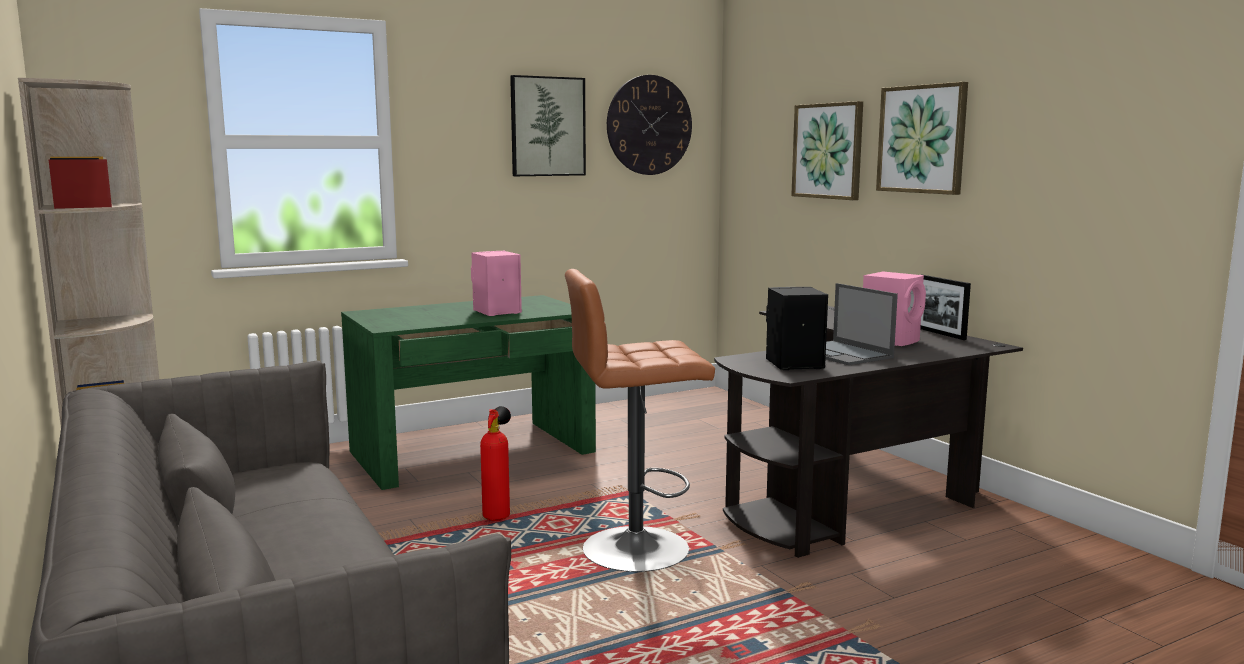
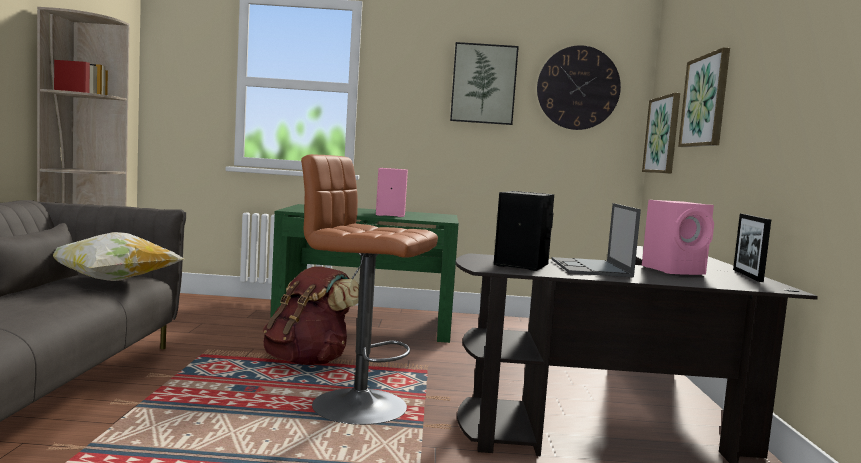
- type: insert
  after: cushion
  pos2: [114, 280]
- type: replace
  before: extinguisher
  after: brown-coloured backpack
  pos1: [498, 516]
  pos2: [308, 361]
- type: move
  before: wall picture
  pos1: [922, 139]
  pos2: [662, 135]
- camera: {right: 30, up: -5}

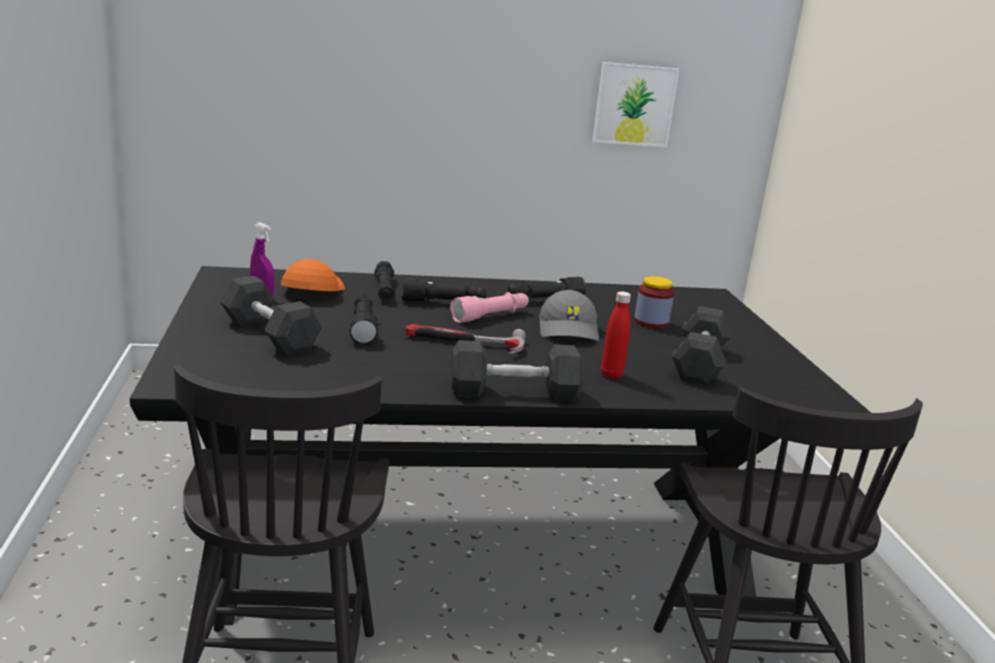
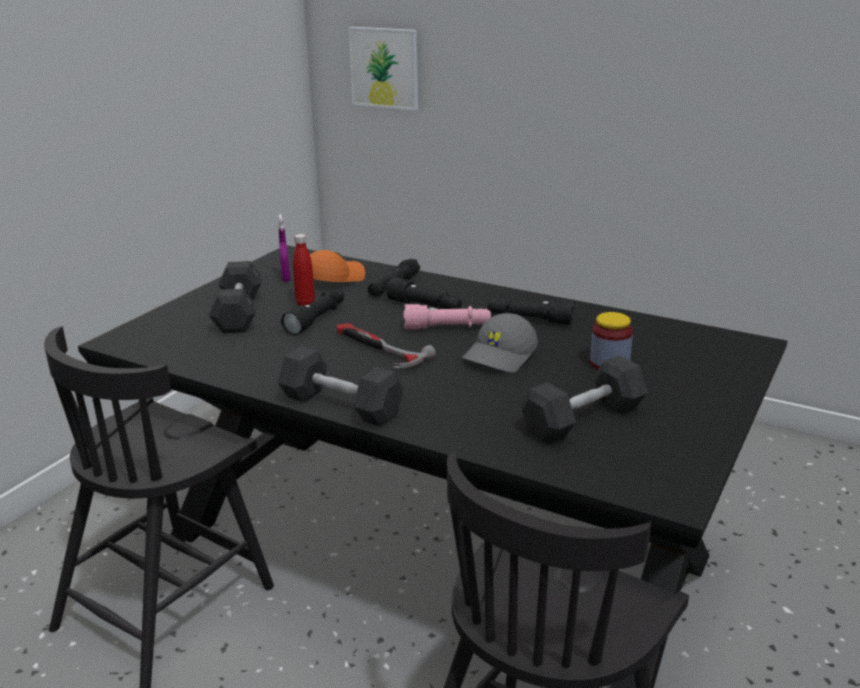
- type: move
  before: red drink bottle
  pos1: [611, 375]
  pos2: [305, 303]
- type: move
  before: wall picture
  pos1: [634, 105]
  pos2: [384, 68]
- camera: {right: 40, up: 5}

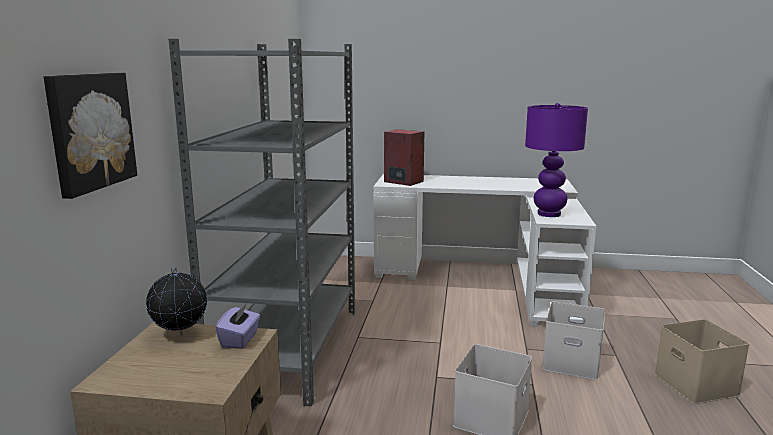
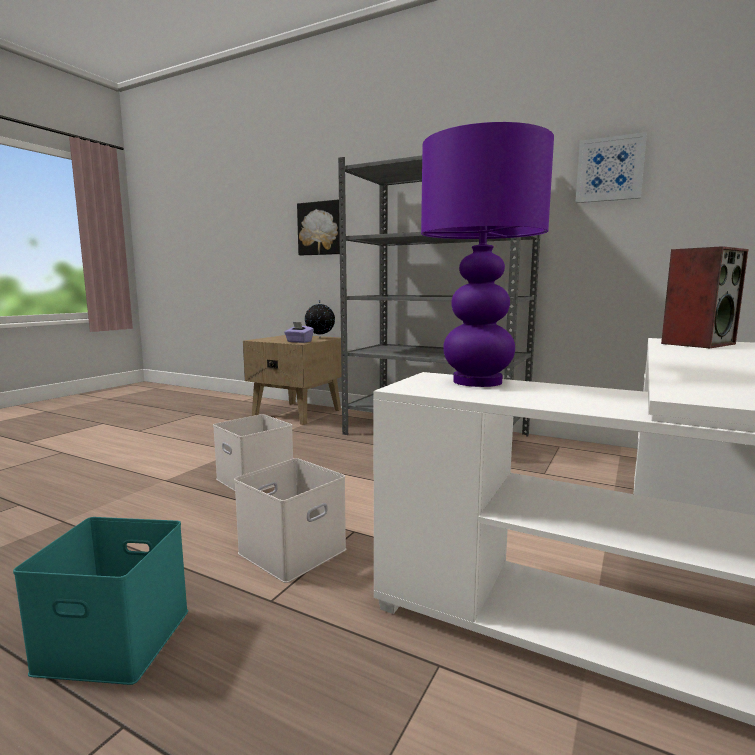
- type: recolor
  before: sand-coloured storage bin
  after: blue-green storage bin
  pos1: [698, 385]
  pos2: [111, 641]
- type: insert
  after: wall picture
  pos2: [610, 169]
- camera: {right: 110, up: -5}

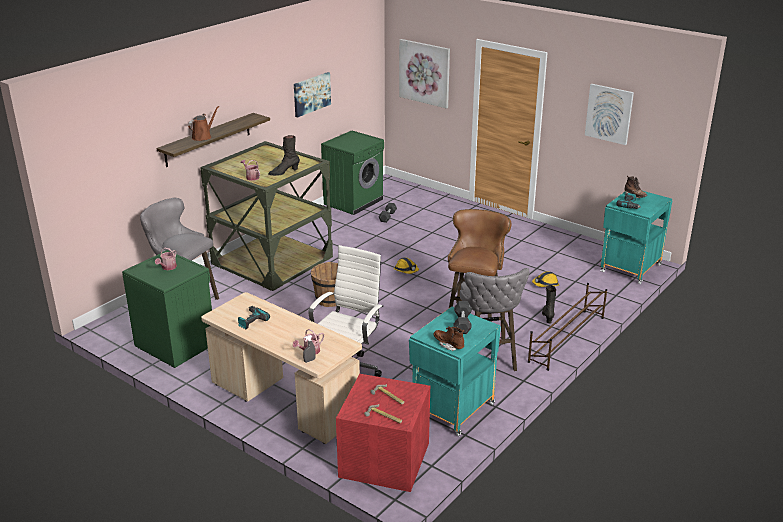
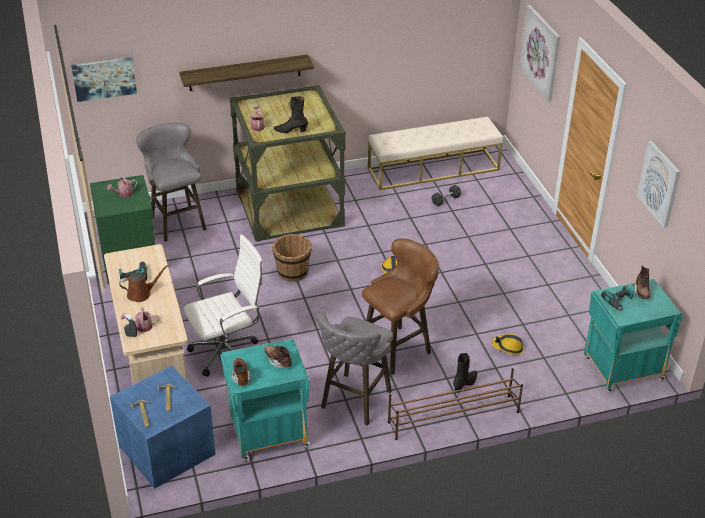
- type: move
  before: wall picture
  pos1: [311, 94]
  pos2: [104, 78]
- type: recolor
  before: red storage bin
  after: blue-coloured storage bin
  pos1: [383, 460]
  pos2: [165, 449]
- type: move
  before: brown-coloured watering pot
  pos1: [203, 136]
  pos2: [141, 294]
- type: replace
  before: gray hand weight
  after: brown-coloured high-top boot
  pos1: [462, 323]
  pos2: [278, 361]
- type: replace
  before: greenish washing machine
  after: sand-coloured long seat
  pos1: [354, 202]
  pos2: [433, 169]
- camera: {right: 35, up: 10}

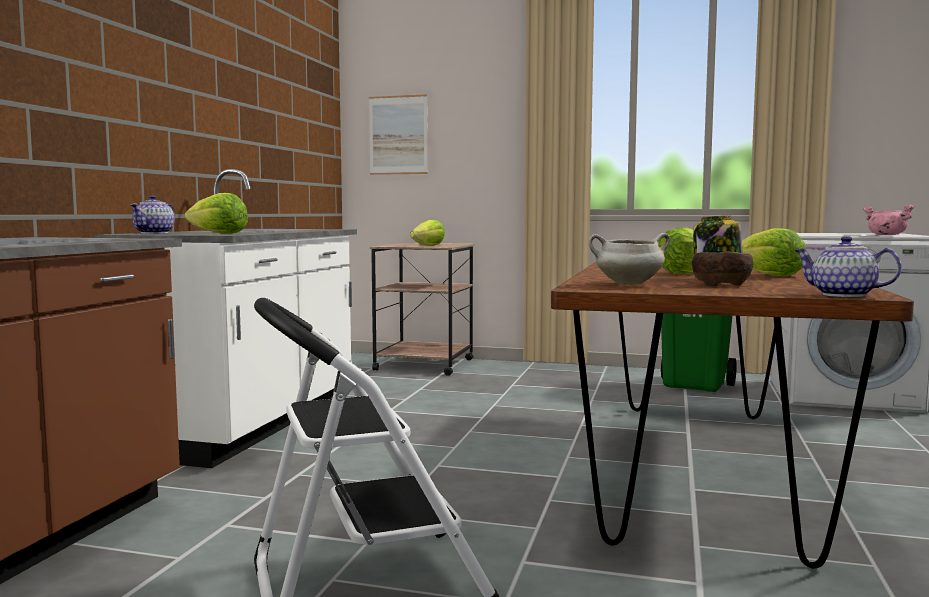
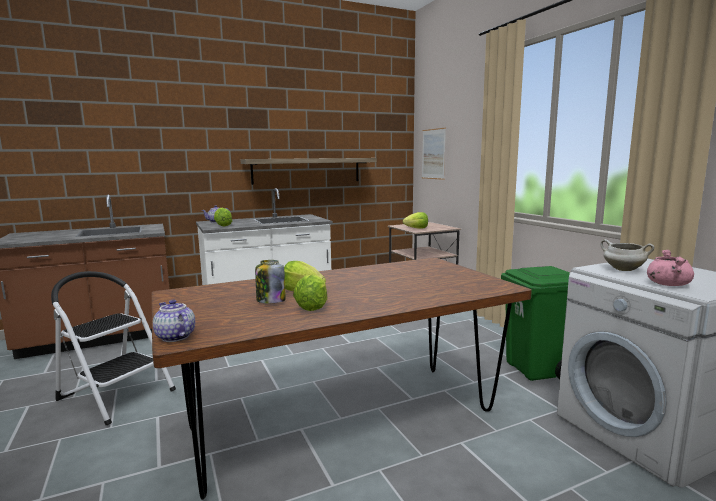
- type: rotate
  before: tea pot
  pos1: [842, 295]
  pos2: [174, 337]
  turn: -45
- type: insert
  after: shelf
  pos2: [307, 170]
- type: move
  before: white cooking pot
  pos1: [628, 284]
  pos2: [623, 270]
- type: delete
  before: brown-coloured bowl
  pos1: [720, 284]
- camera: {right: 50, up: 5}

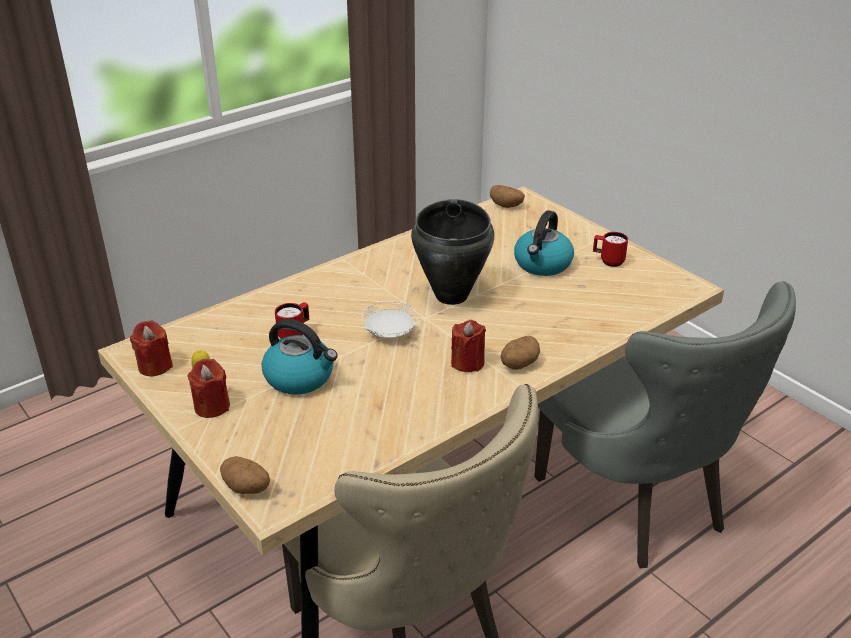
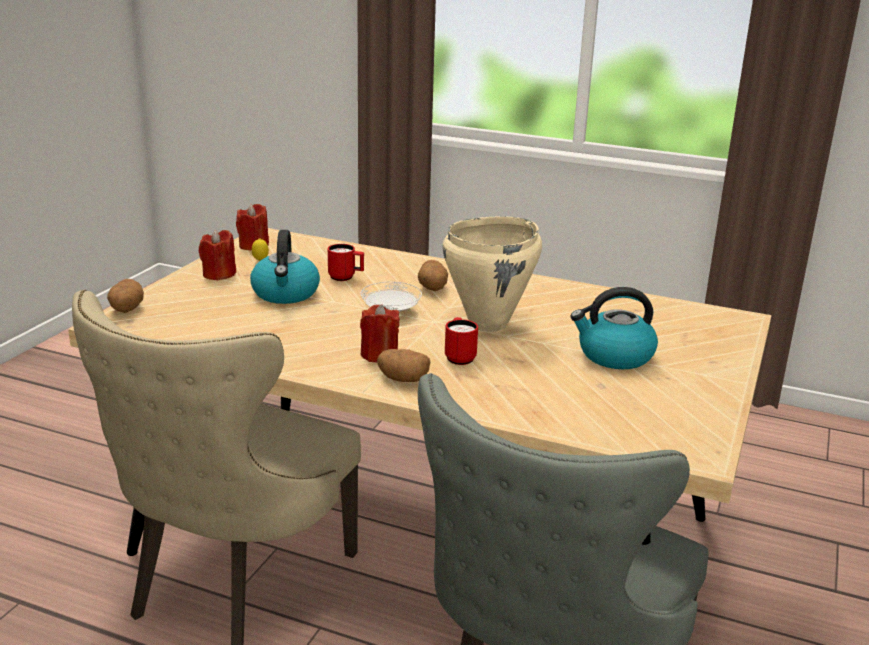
- type: move
  before: spud
  pos1: [506, 206]
  pos2: [432, 288]
- type: recolor
  before: black cooking pot
  after: sand-coloured cooking pot
  pos1: [452, 295]
  pos2: [489, 324]
- type: move
  before: red tea mug
  pos1: [608, 261]
  pos2: [459, 357]
- camera: {right: 60, up: -10}

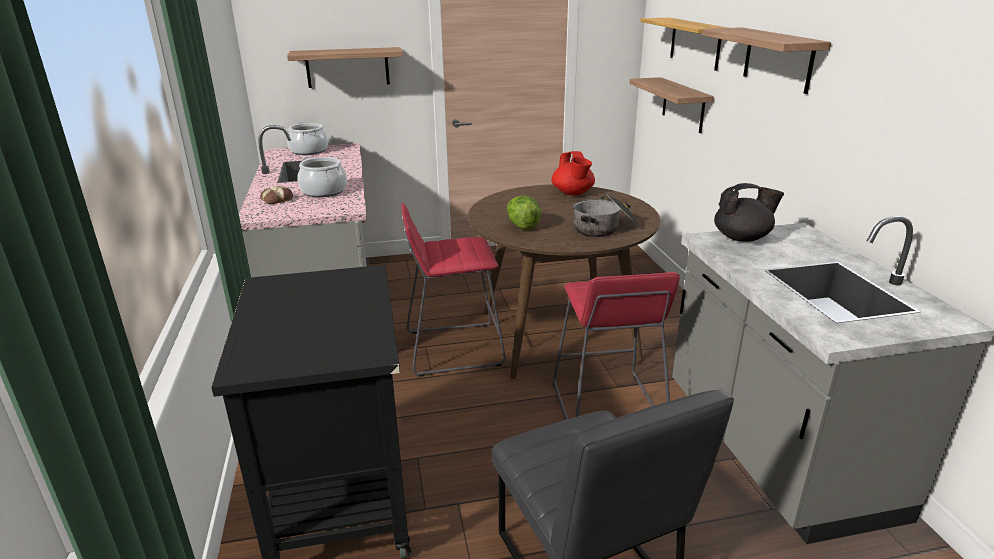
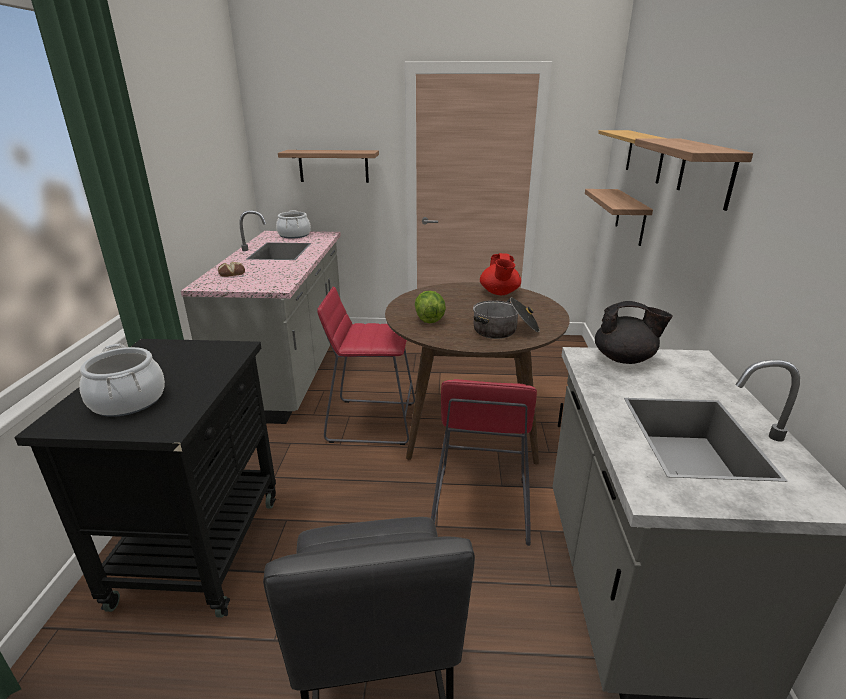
- type: move
  before: cooking pot
  pos1: [323, 191]
  pos2: [128, 401]
- camera: {right: 15, up: 0}

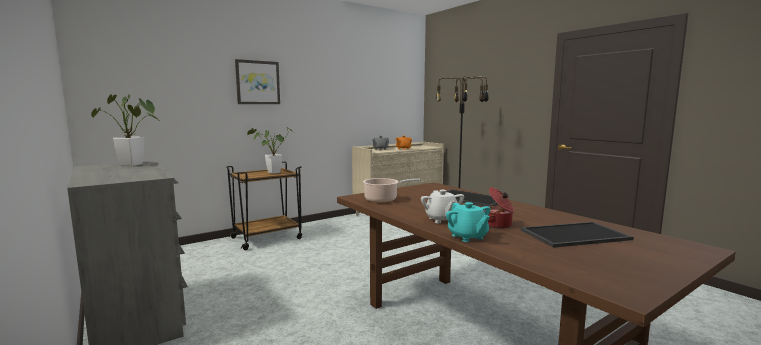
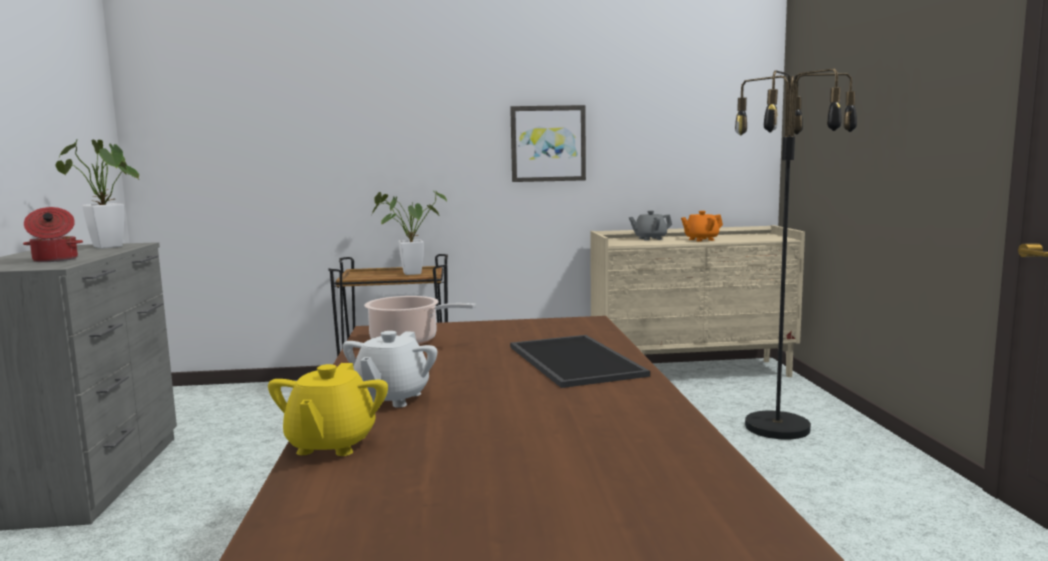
- type: move
  before: cooking pot
  pos1: [498, 225]
  pos2: [54, 260]
- type: recolor
  before: blue-green tea pot
  after: yellow tea pot
  pos1: [467, 237]
  pos2: [331, 444]
- type: move
  before: wall picture
  pos1: [257, 82]
  pos2: [548, 143]
- type: delete
  before: serving tray
  pos1: [574, 235]
- camera: {right: 30, up: 0}

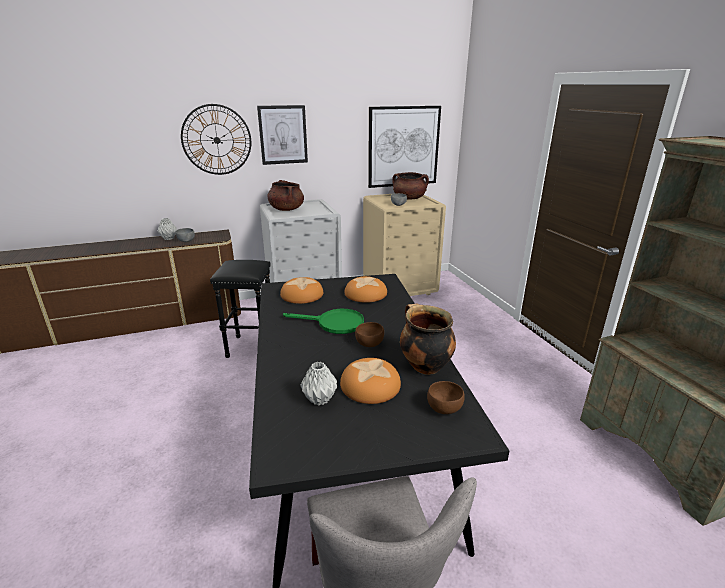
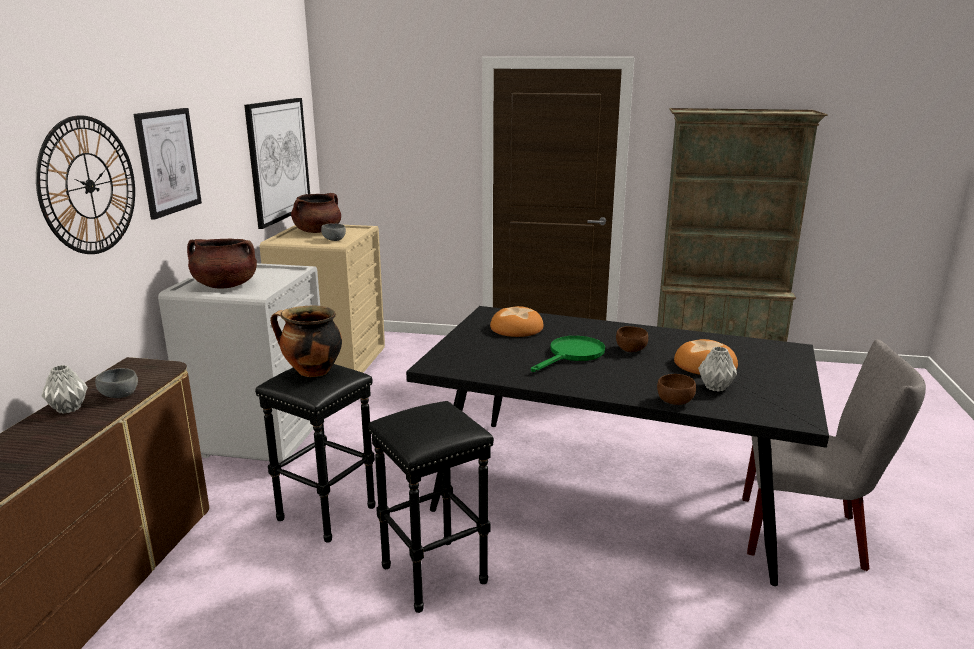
- type: move
  before: cooking pot
  pos1: [424, 366]
  pos2: [311, 372]
- type: insert
  after: black stool
  pos2: [434, 572]
- type: move
  before: brown-coloured bowl
  pos1: [444, 408]
  pos2: [675, 402]
- type: delete
  before: baked bread
  pos1: [301, 295]
- camera: {right: -60, up: -5}

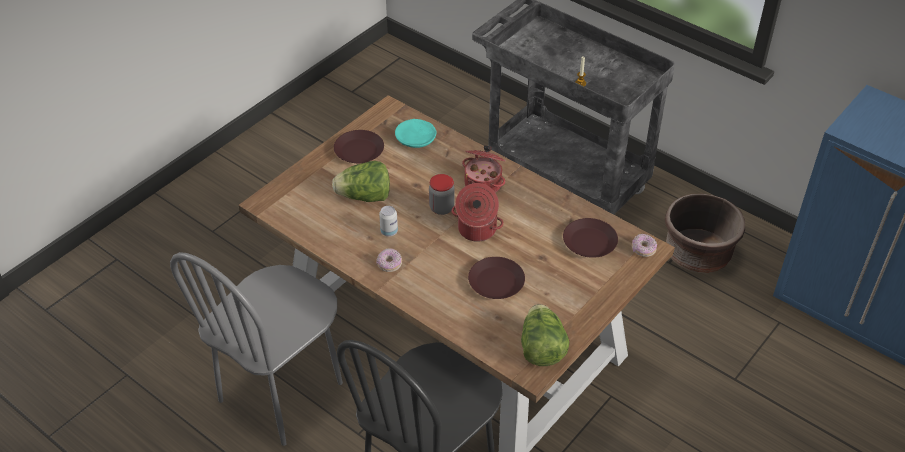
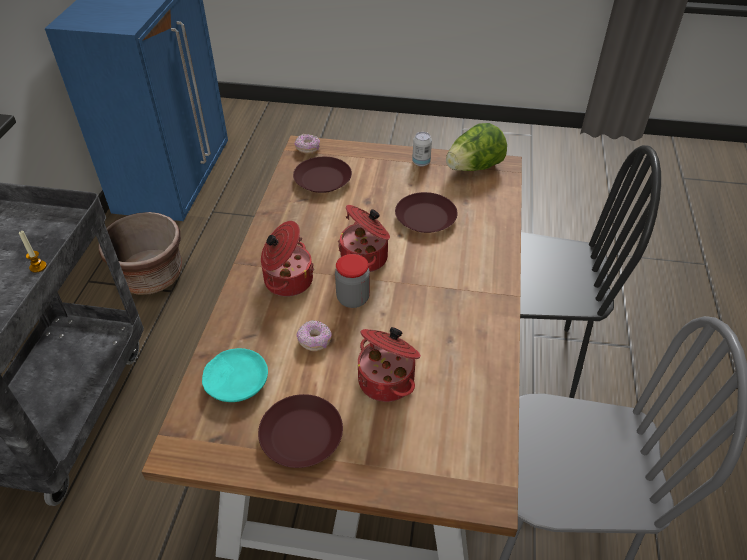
- type: move
  before: donut
  pos1: [389, 264]
  pos2: [314, 341]
- type: replace
  before: head of lettuce
  after: cooking pot
  pos1: [364, 197]
  pos2: [387, 380]
- type: move
  before: metal can
  pos1: [389, 232]
  pos2: [421, 162]
- camera: {right: -120, up: 0}

